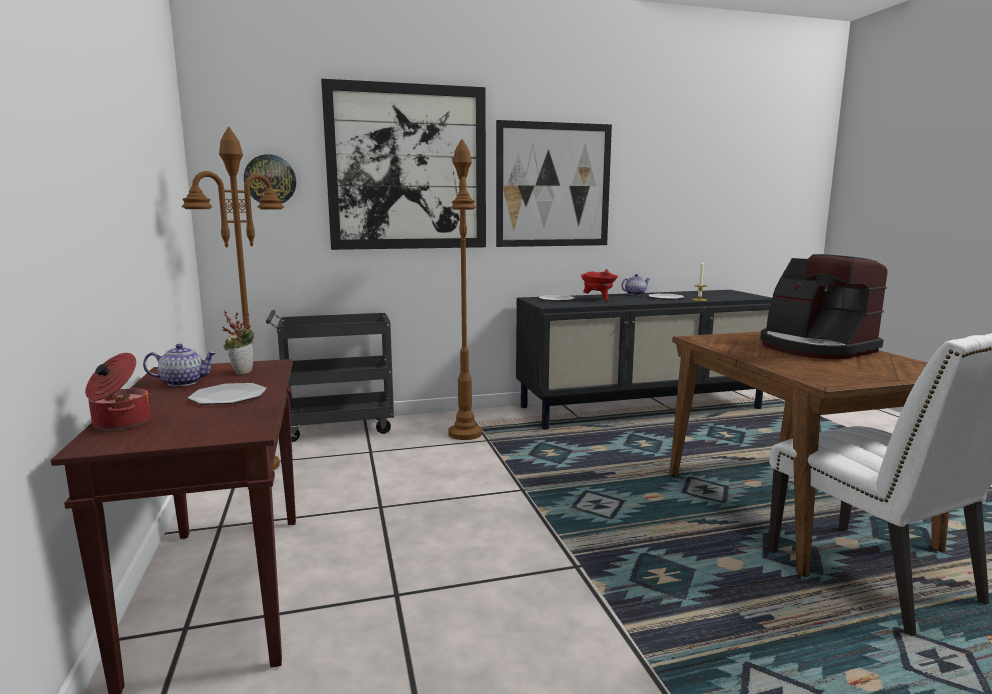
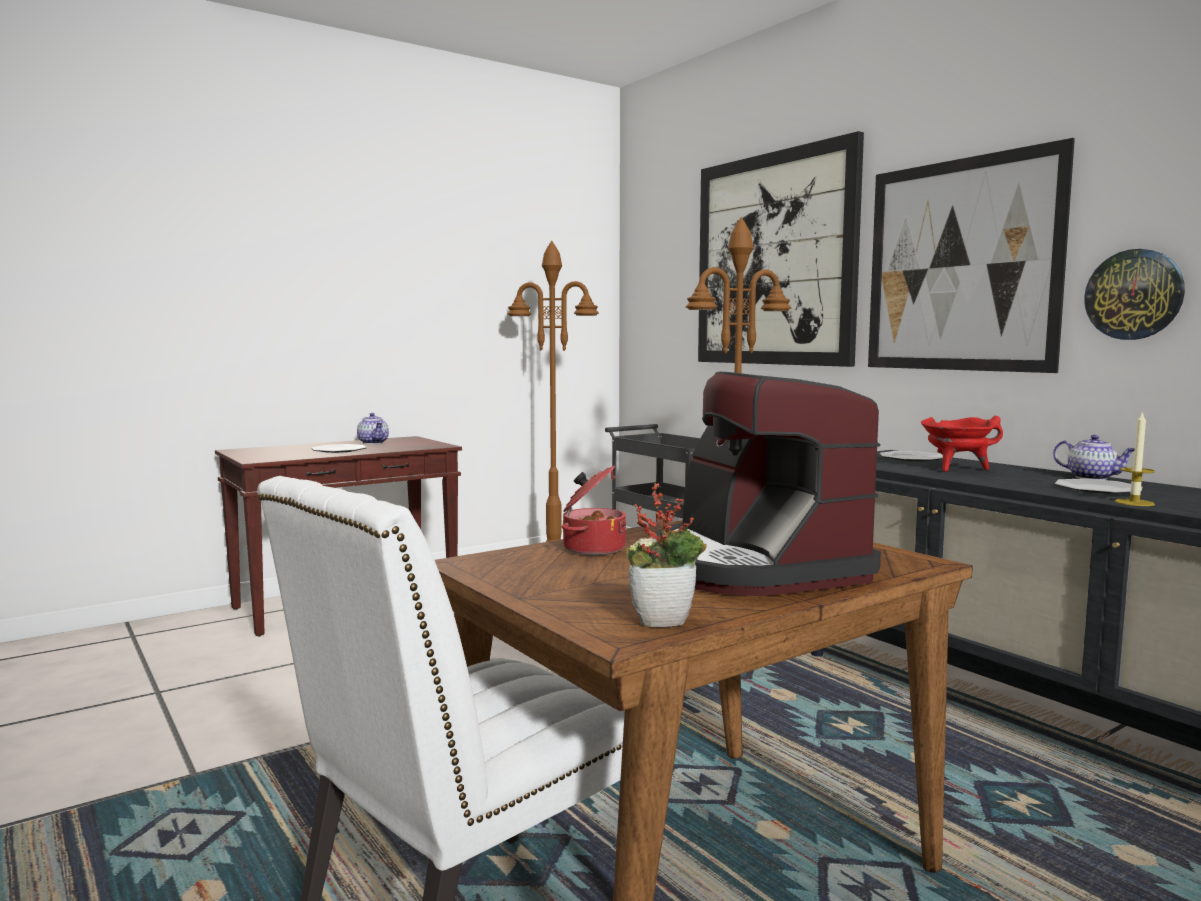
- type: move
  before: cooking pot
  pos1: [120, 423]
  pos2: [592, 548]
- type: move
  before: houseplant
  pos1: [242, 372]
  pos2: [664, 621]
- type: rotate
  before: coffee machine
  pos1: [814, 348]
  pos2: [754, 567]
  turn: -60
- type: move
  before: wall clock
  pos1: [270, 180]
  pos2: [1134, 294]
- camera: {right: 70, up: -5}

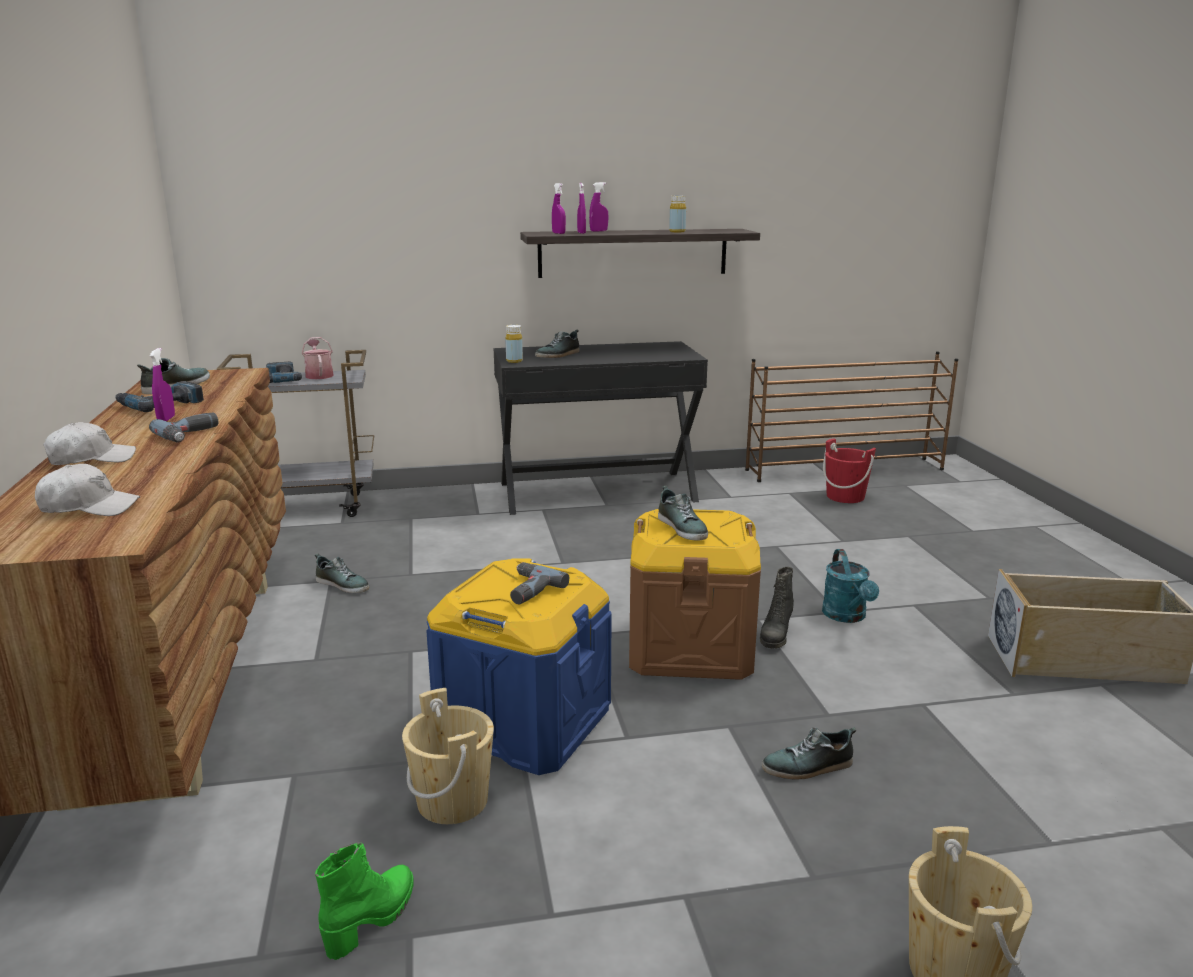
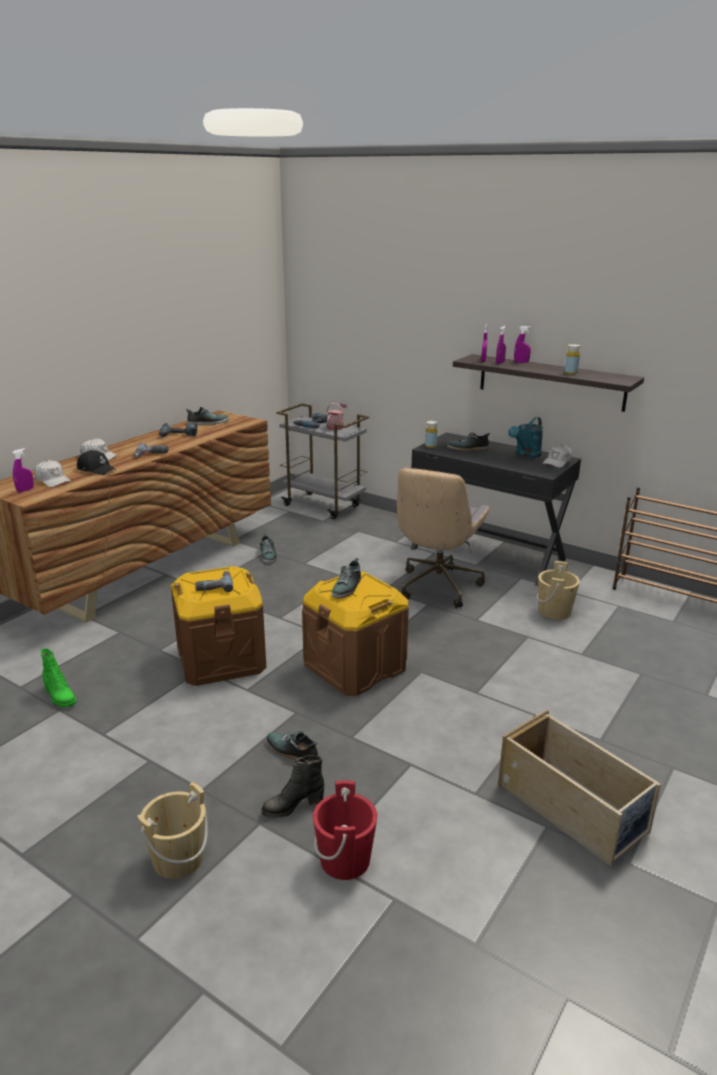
- type: move
  before: purple hand sprayer
  pos1: [166, 419]
  pos2: [25, 490]
- type: rotate
  before: greenish high-top boot
  pos1: [372, 919]
  pos2: [59, 697]
  turn: 60
- type: insert
  after: black cap
  pos2: [96, 469]
- type: recolor
  before: blue-coloured storage bin
  after: brown-coloured storage bin
  pos1: [524, 724]
  pos2: [221, 659]
- type: move
  before: black high-top boot
  pos1: [775, 635]
  pos2: [293, 806]
- type: move
  before: red water bucket
  pos1: [845, 496]
  pos2: [345, 860]
- type: insert
  after: gray computer chair
  pos2: [437, 588]
- type: move
  before: blue-green watering pot
  pos1: [847, 616]
  pos2: [525, 455]
- type: move
  before: sand-coloured water bucket
  pos1: [452, 801]
  pos2: [554, 611]
- type: insert
  after: white cap
  pos2: [557, 462]
- camera: {right: 45, up: 5}

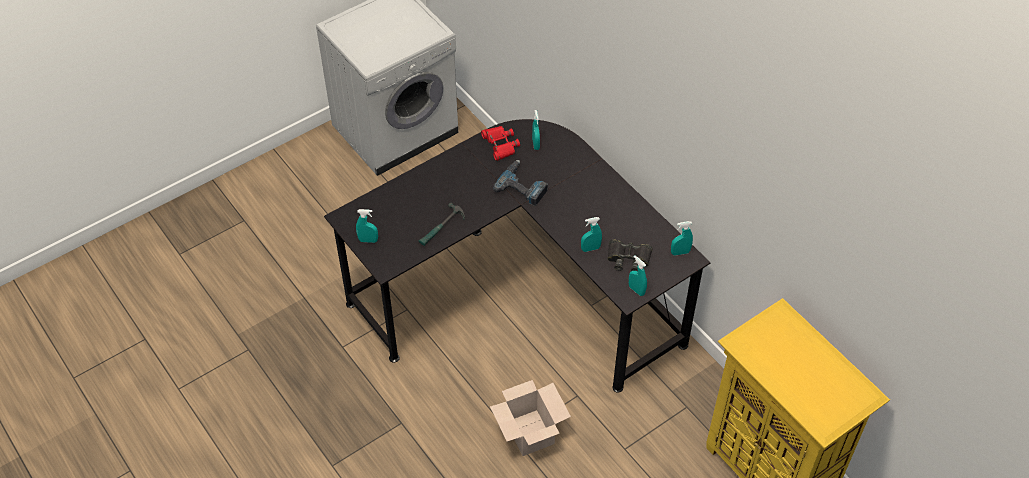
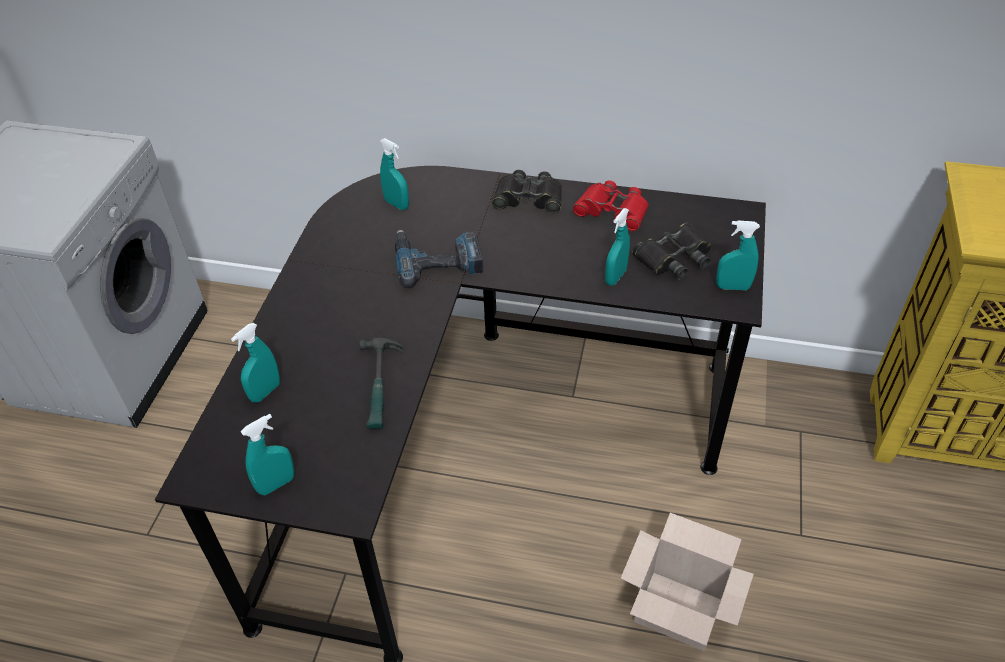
- type: move
  before: blue-green hand sprayer
  pos1: [680, 252]
  pos2: [265, 392]
- type: insert
  after: black pair of binoculars
  pos2: [528, 198]
- type: move
  before: red pair of binoculars
  pos1: [500, 145]
  pos2: [612, 211]
- camera: {right: -40, up: -5}

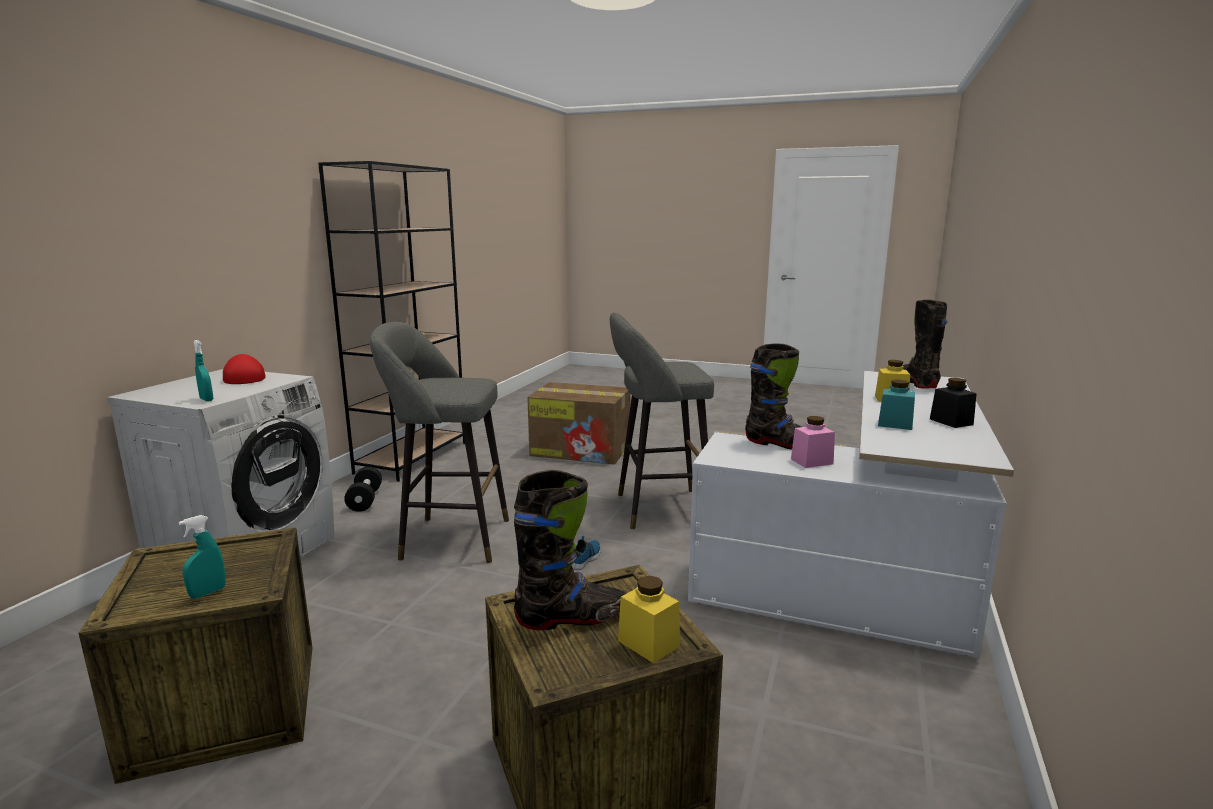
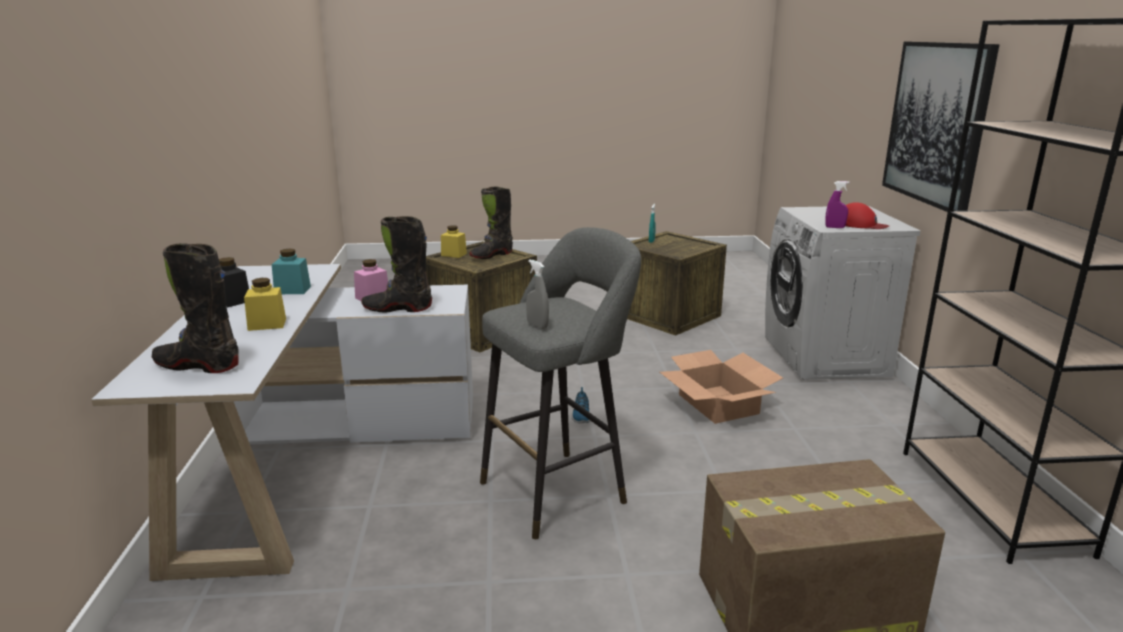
- type: rotate
  before: black high-top boot
  pos1: [915, 383]
  pos2: [198, 366]
  turn: 135
- type: insert
  after: gray hand sprayer
  pos2: [537, 325]
- type: replace
  before: gray stool
  after: cardboard box
  pos1: [449, 539]
  pos2: [718, 404]
- type: insert
  after: purple hand sprayer
  pos2: [835, 227]
- type: insert
  after: wall picture
  pos2: [936, 123]
- type: delete
  before: blue-green hand sprayer
  pos1: [206, 399]
- type: delete
  before: black hand weight
  pos1: [365, 500]
- camera: {right: 155, up: 5}

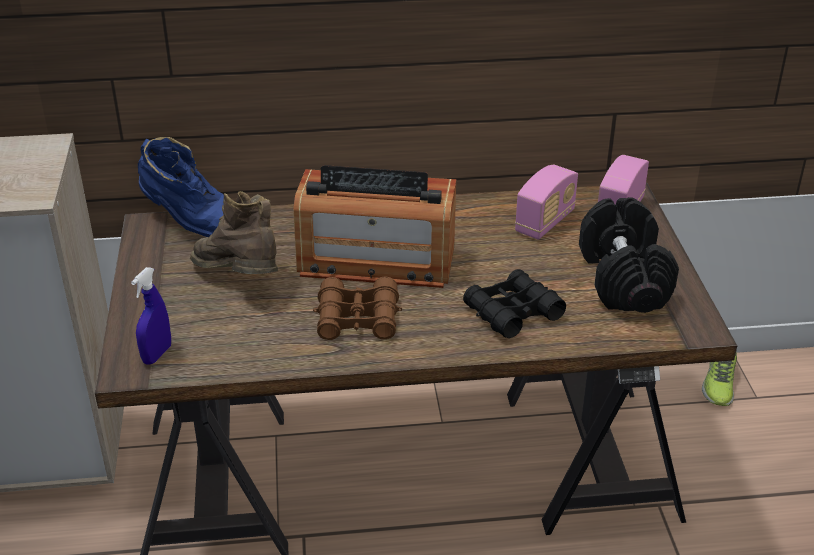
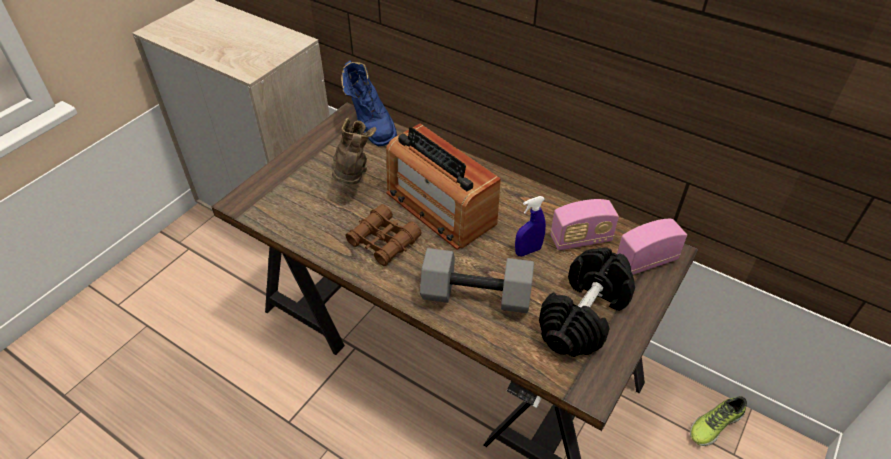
- type: replace
  before: black pair of binoculars
  after: gray hand weight
  pos1: [512, 313]
  pos2: [477, 294]
- type: move
  before: blue-coloured hand sprayer
  pos1: [157, 354]
  pos2: [528, 251]
- camera: {right: 40, up: 10}

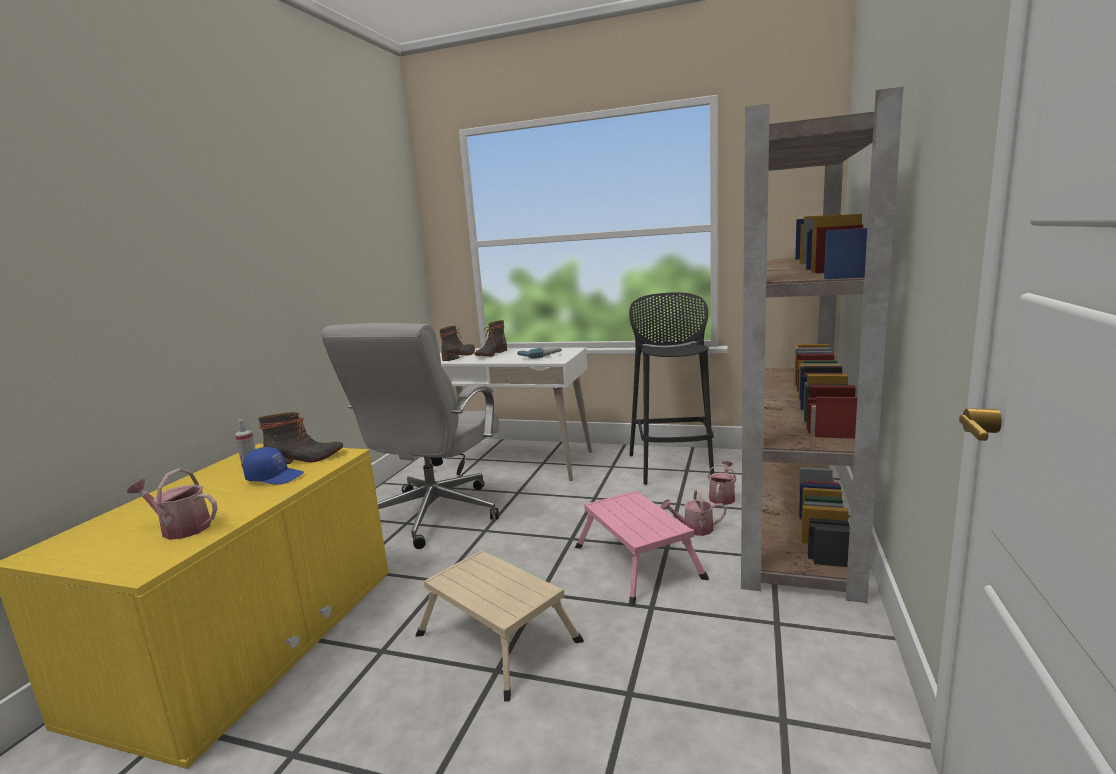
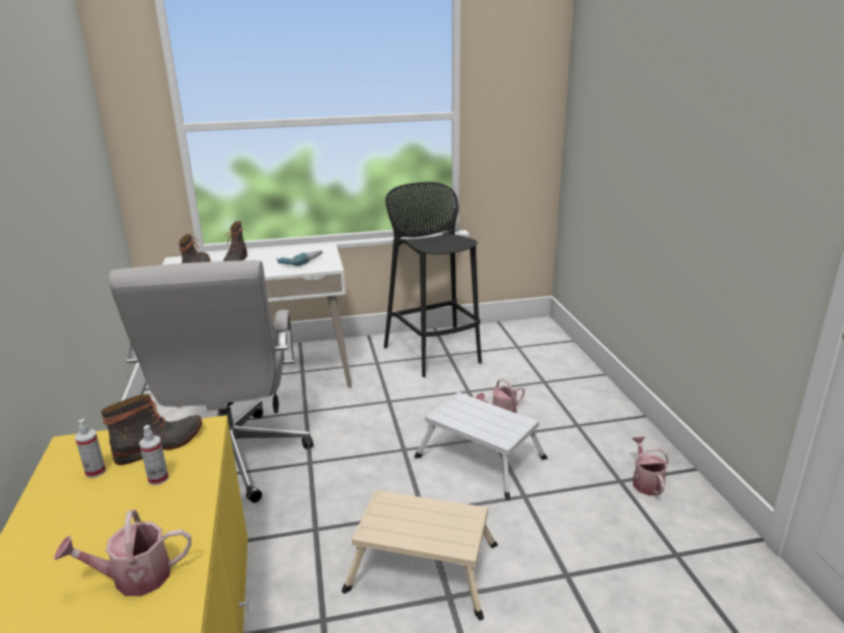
- type: replace
  before: blue-coloured cap
  after: hand sprayer
  pos1: [275, 477]
  pos2: [158, 478]
- type: recolor
  before: pink step stool
  after: white step stool
  pos1: [638, 562]
  pos2: [481, 458]
- type: move
  before: watering pot
  pos1: [722, 497]
  pos2: [646, 482]
- type: delete
  before: brown-coloured bookcase
  pos1: [791, 516]
- camera: {right: -30, up: 10}

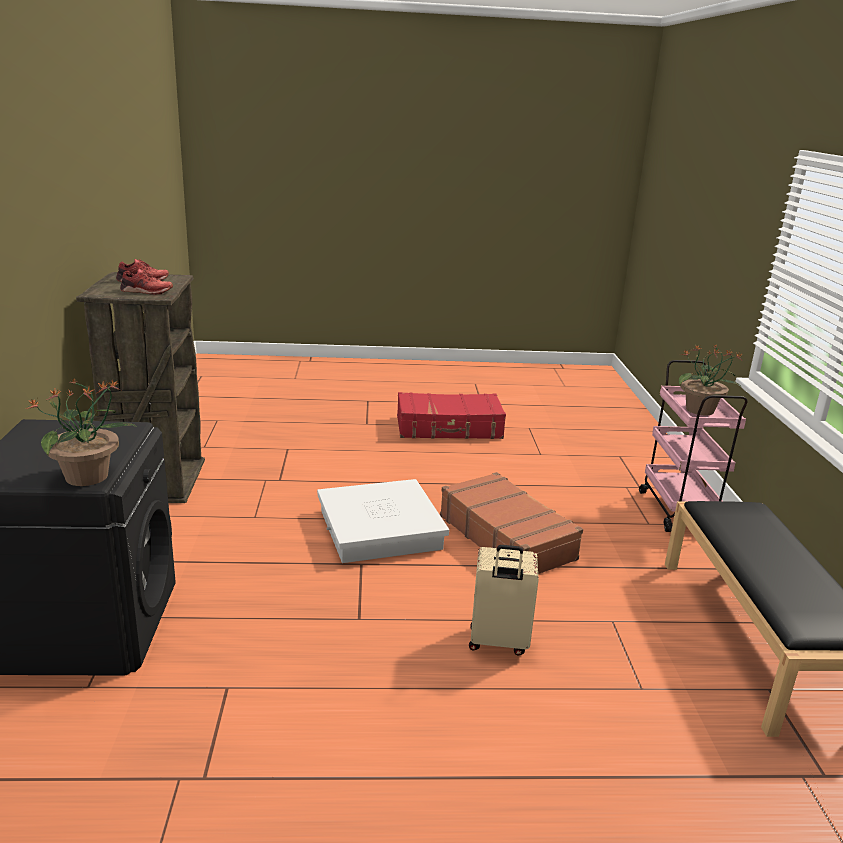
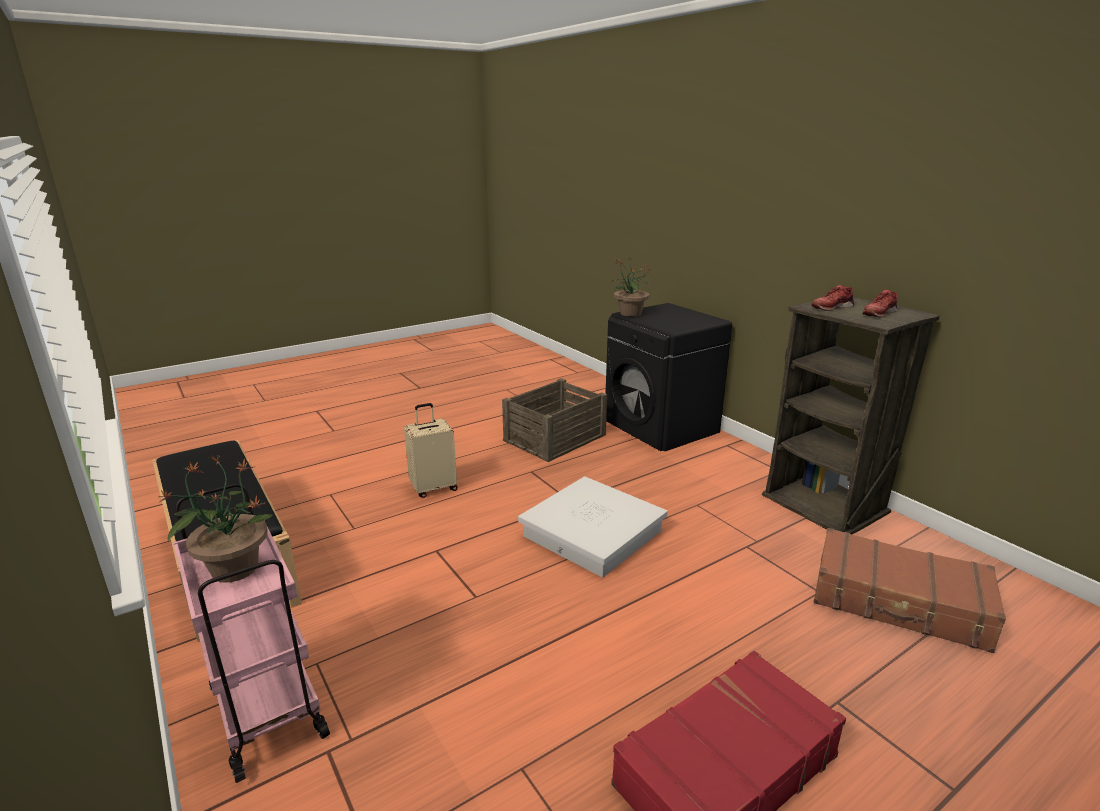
- type: insert
  after: packing crate
  pos2: [555, 438]
- type: move
  before: brown-coloured travel case
  pos1: [507, 537]
  pos2: [899, 603]
- camera: {right: 150, up: 0}

